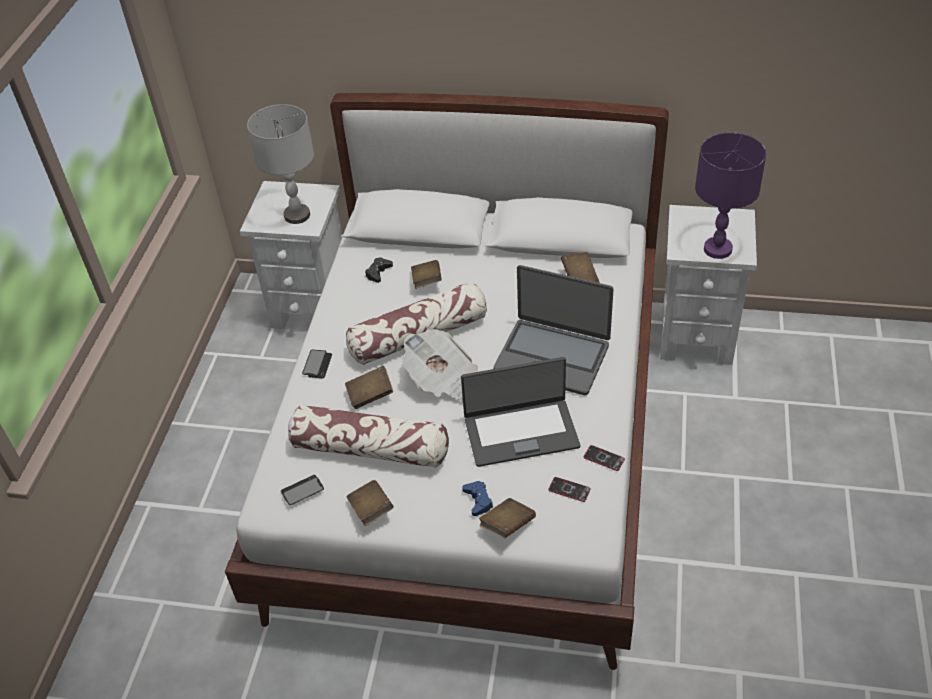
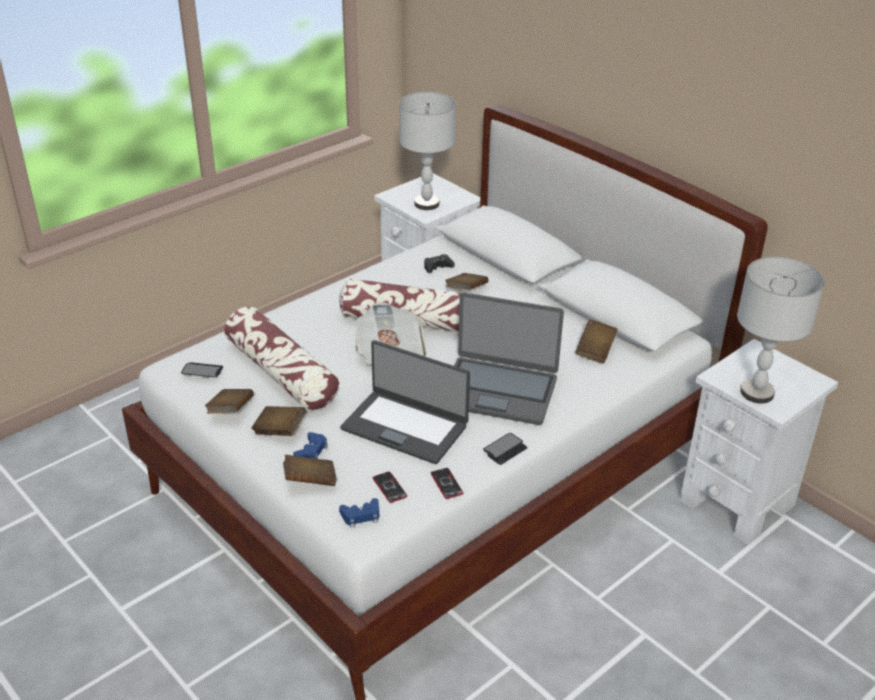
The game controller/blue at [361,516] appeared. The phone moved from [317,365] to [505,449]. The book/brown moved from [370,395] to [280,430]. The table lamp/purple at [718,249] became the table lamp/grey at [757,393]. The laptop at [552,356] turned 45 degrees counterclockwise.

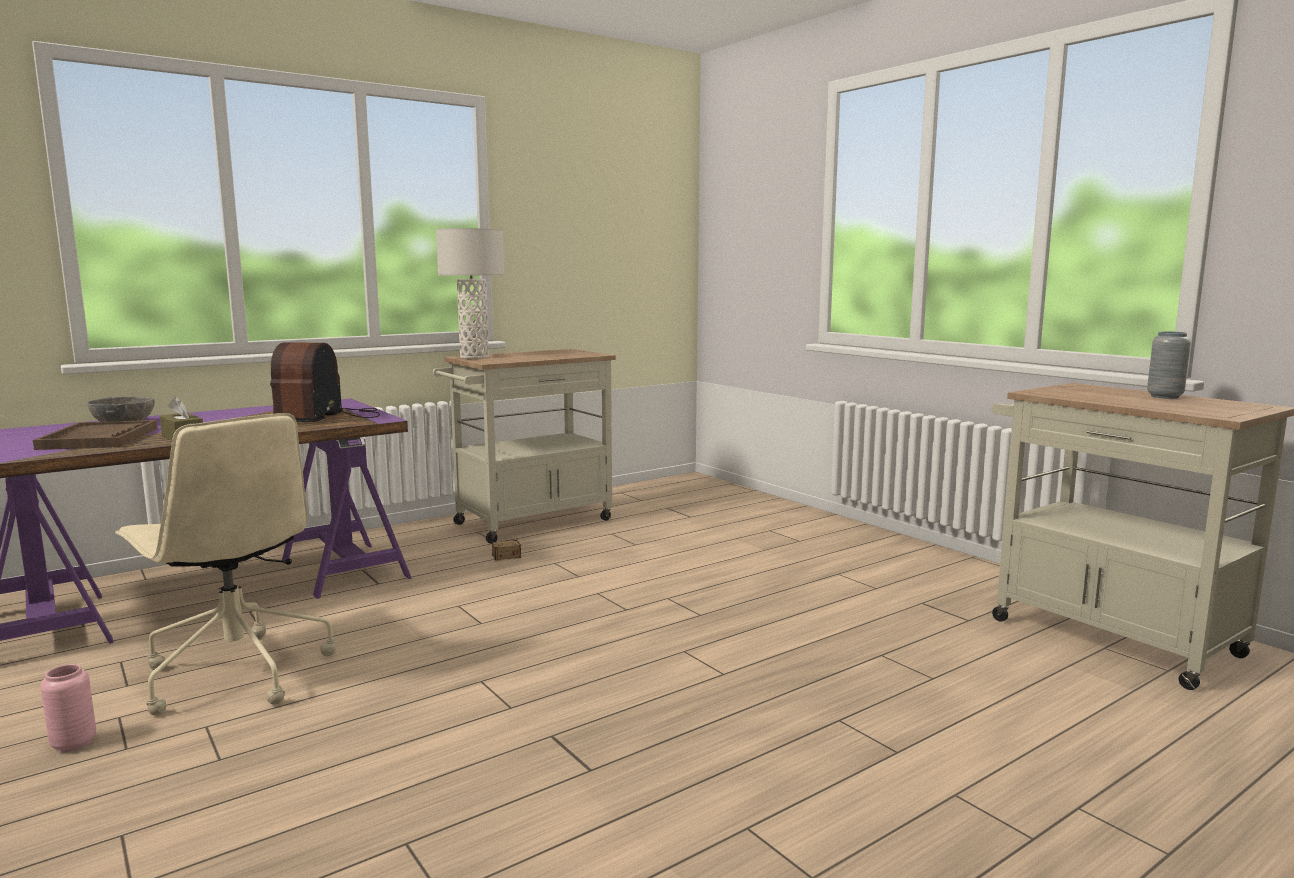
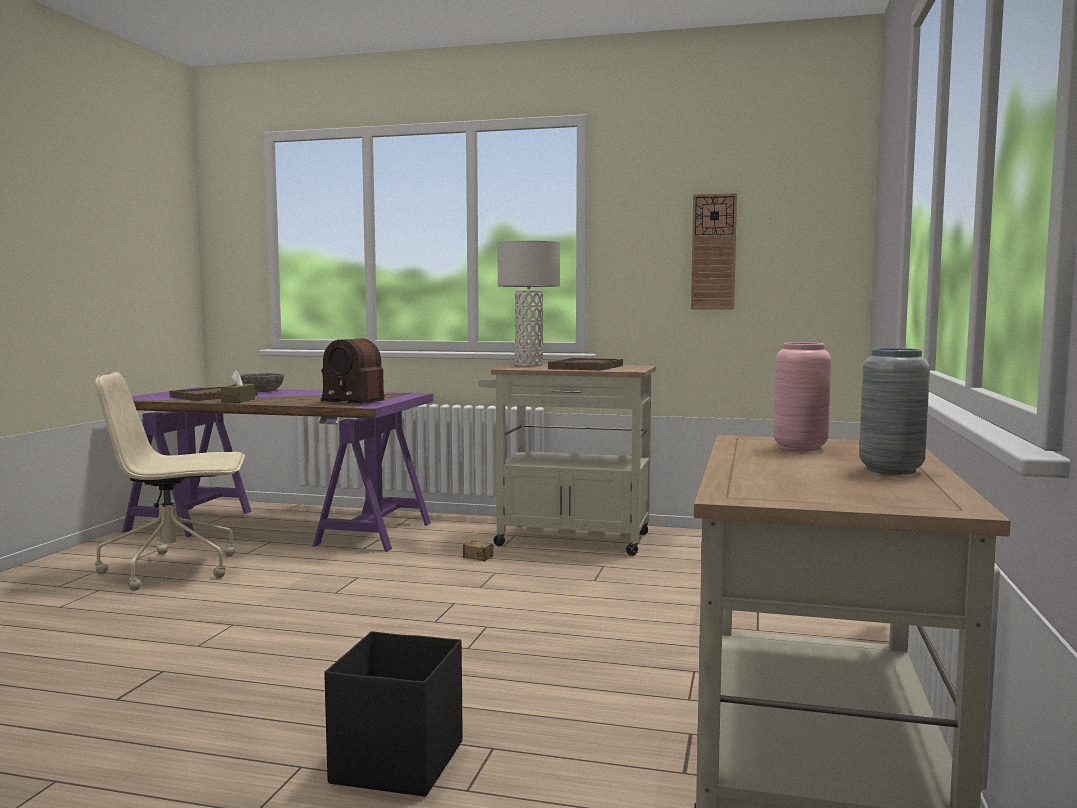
The storage box/black at [396,763] appeared. The tray/brown at [586,367] appeared. The wall clock at [713,252] appeared. The vase/pink moved from [74,744] to [800,448]. The office chair/beige at [234,671] turned 75 degrees clockwise. The radio at [329,417] turned 120 degrees counterclockwise.

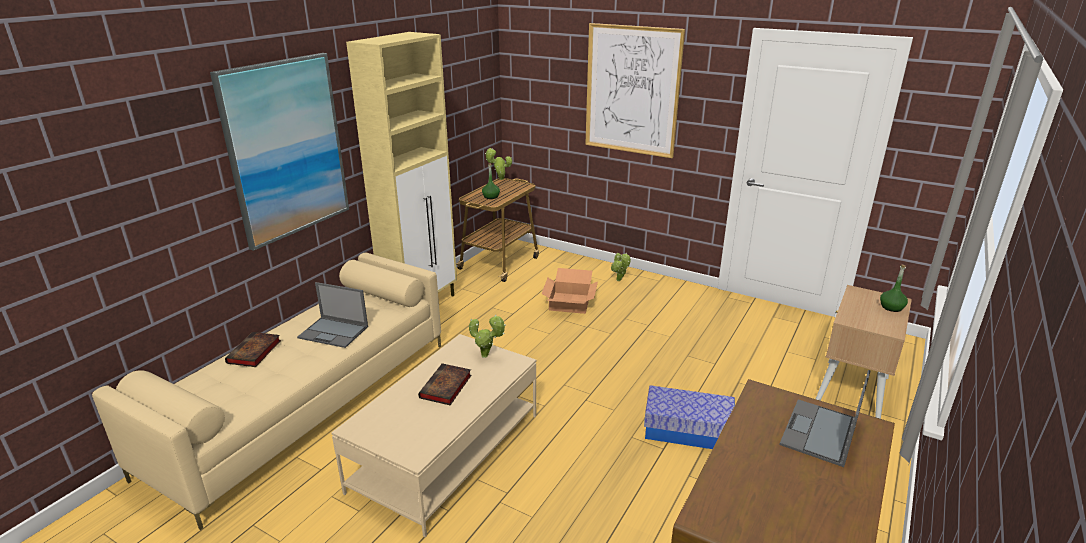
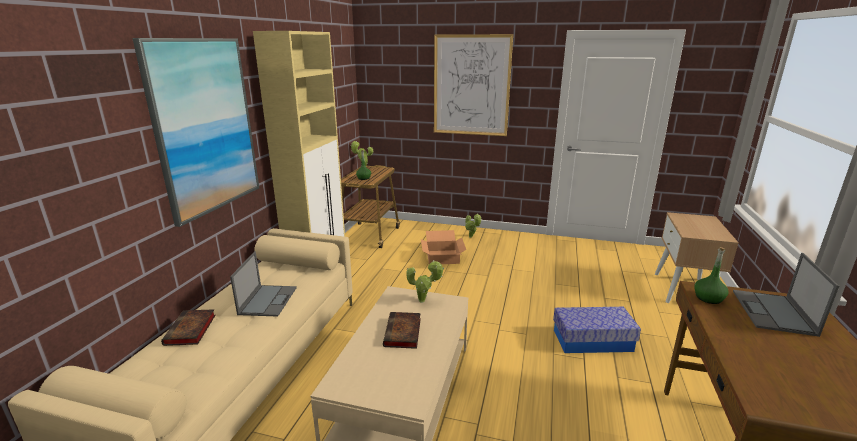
The bottle/green moved from [891,307] to [708,298]. The laptop at [334,332] turned 90 degrees counterclockwise.

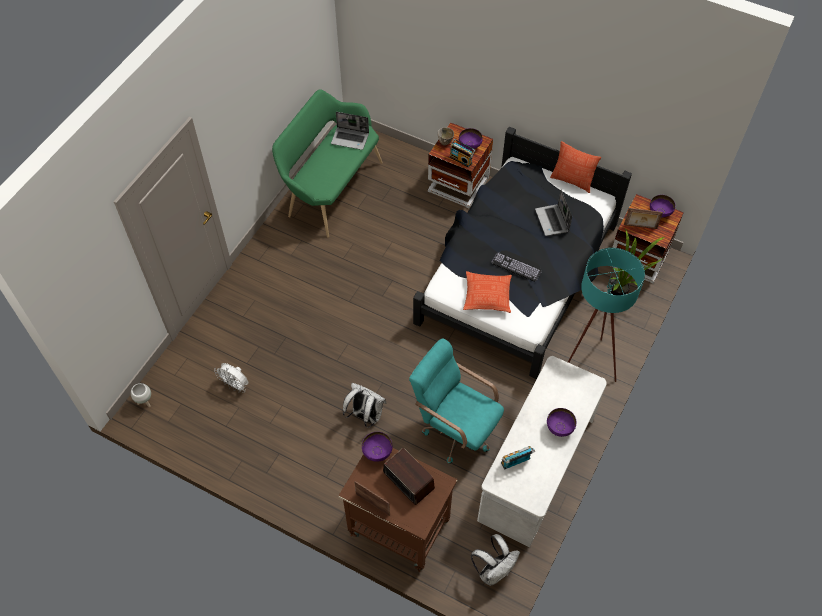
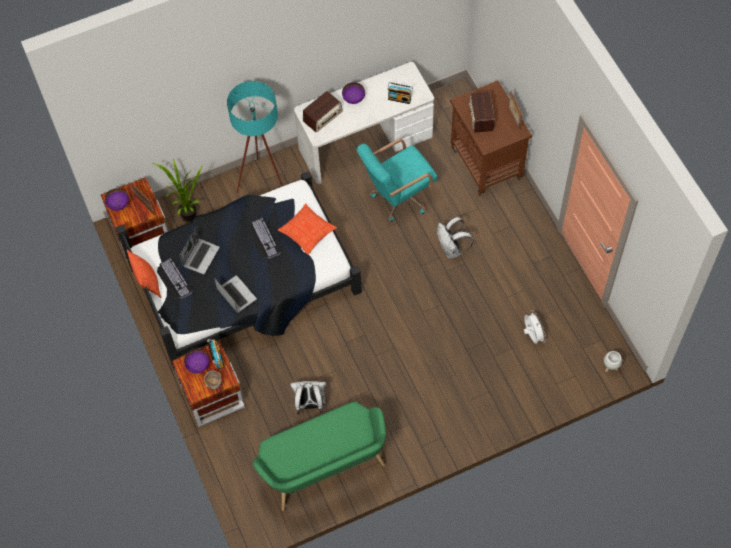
The bowl/purple at [377,453] disappeared. The keyboard at [173,279] appeared. The radio at [323,116] appeared. The laptop moved from [350,139] to [236,294]. The backpack/white moved from [493,571] to [310,404]. The office chair/turquoise at [454,430] turned 75 degrees clockwise.

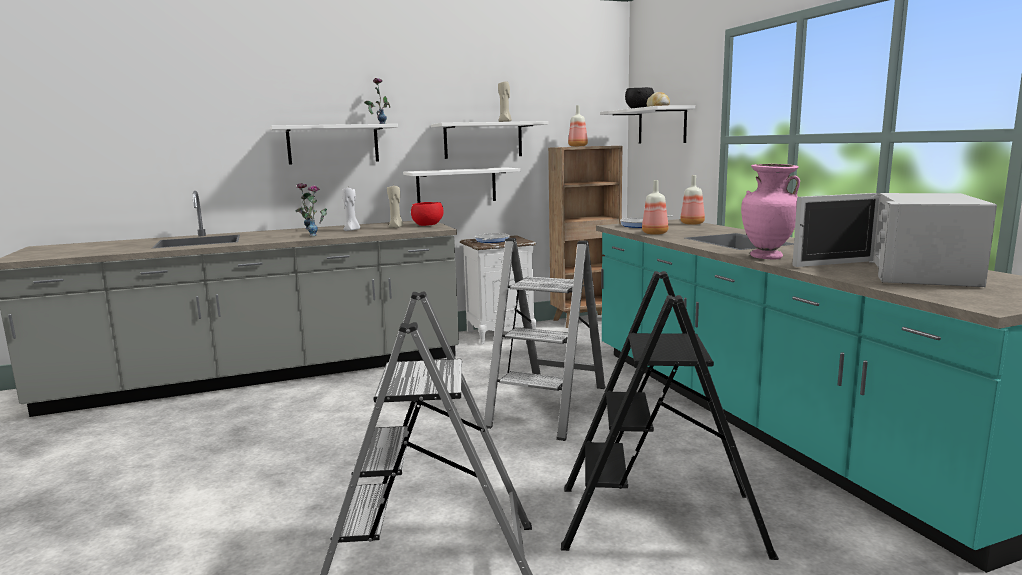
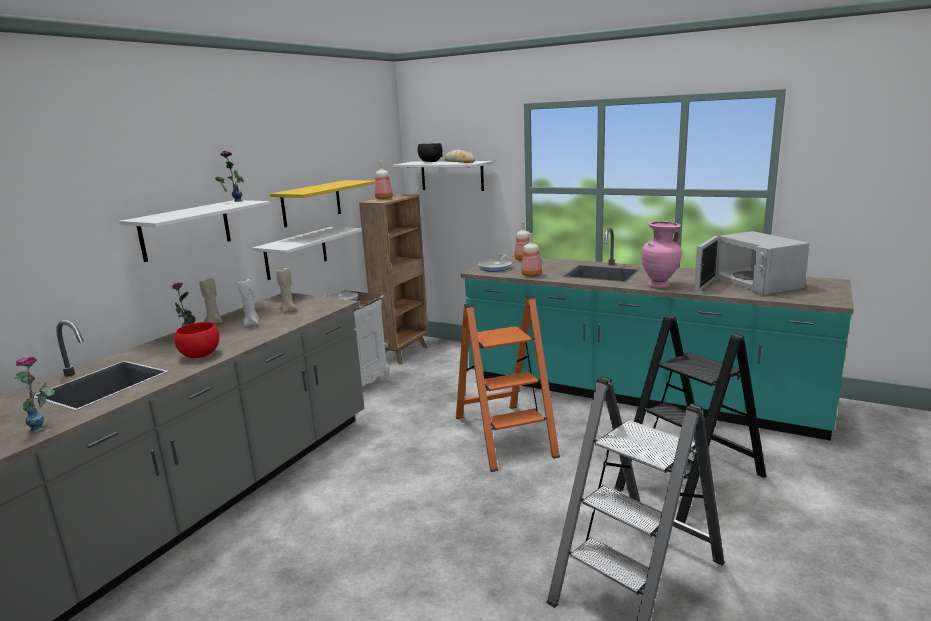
The vase moved from [319,235] to [45,426]. The bowl/red moved from [427,225] to [200,355]. The candle/beige moved from [505,122] to [214,322]. The shelf/white at [483,140] became the shelf/yellow at [311,203]. The step ladder/grey at [549,405] became the step ladder/orange at [503,435].

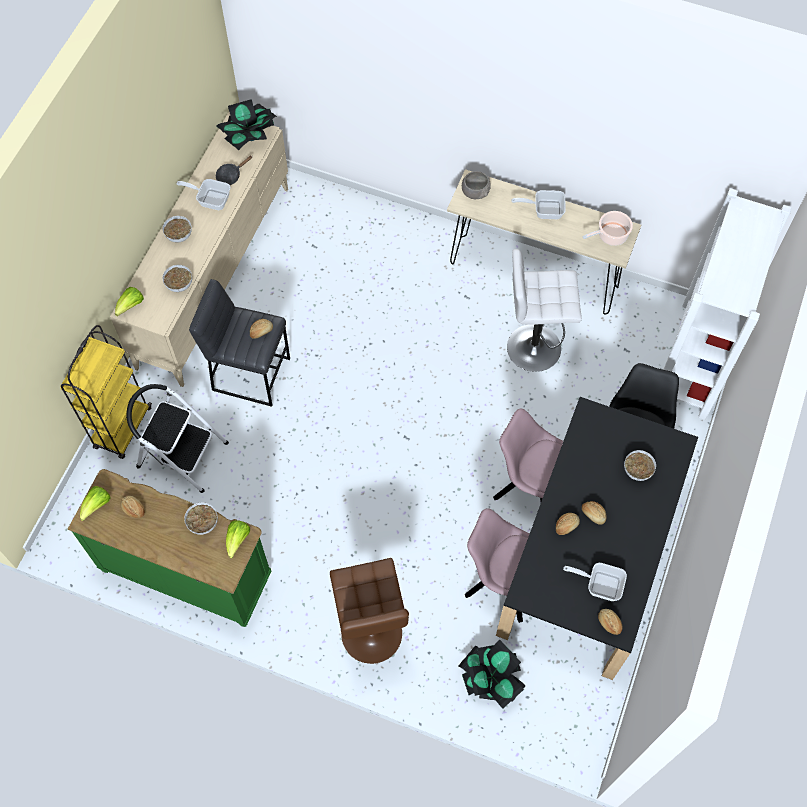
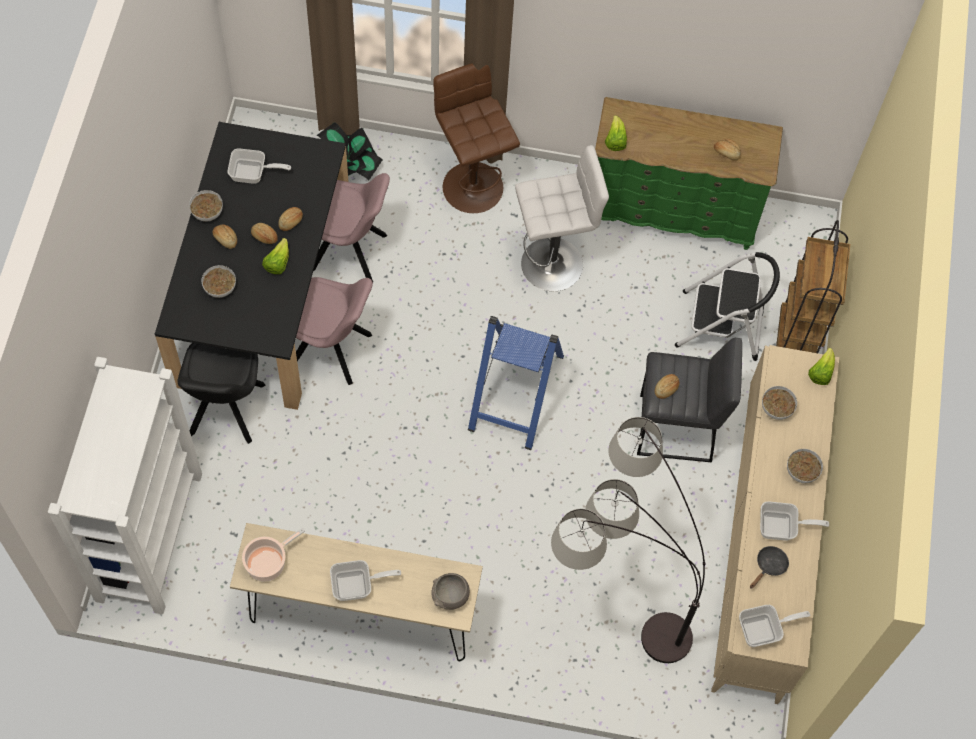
The step ladder/blue at [515,393] appeared. The floor lamp at [610,607] appeared. The lettuce moved from [97,506] to [277,263]. The bowl moved from [203,522] to [207,212]. The stool/white moved from [533,347] to [553,265]. The bread moved from [609,623] to [225,239]. The potted plant at [250,137] was replaced by the frying pan at [764,630]. The cart/yellow at [122,428] became the cart/brown at [795,343].

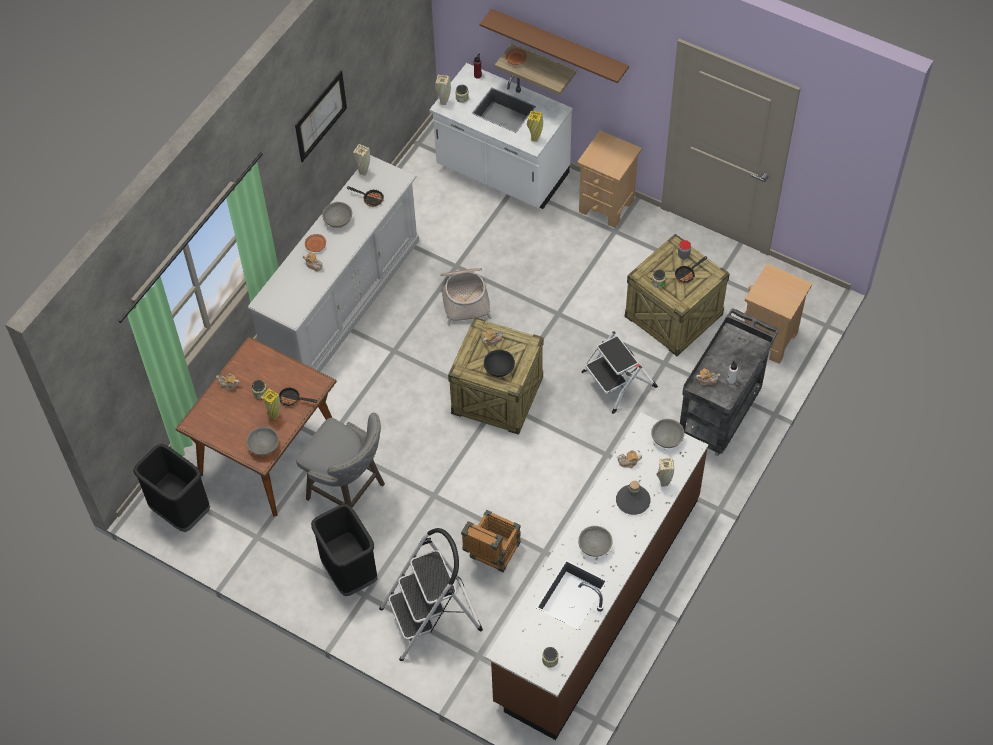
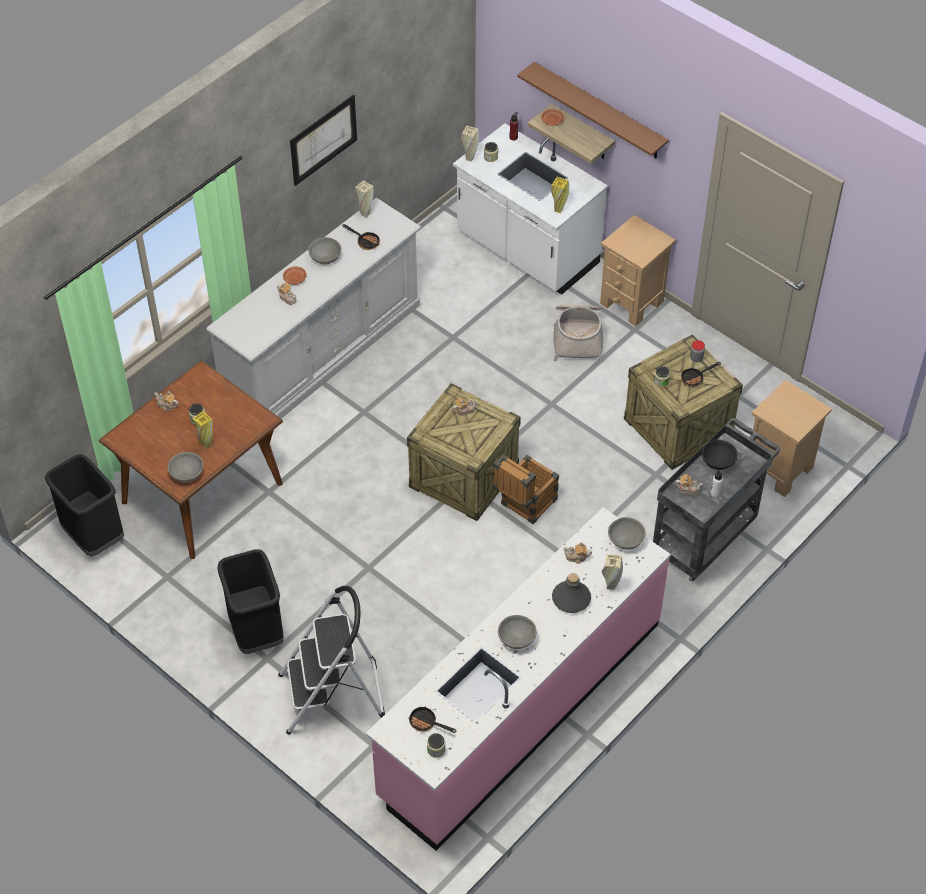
The stool/grey at [348,493] disappeared. The step ladder at [619,381] disappeared. The frying pan moved from [293,400] to [426,723]. The basket moved from [465,297] to [578,336]. The crate moved from [491,555] to [524,505]. The bowl/black moved from [499,368] to [718,461]. The counter/brown at [597,599] became the counter/pink at [520,709].

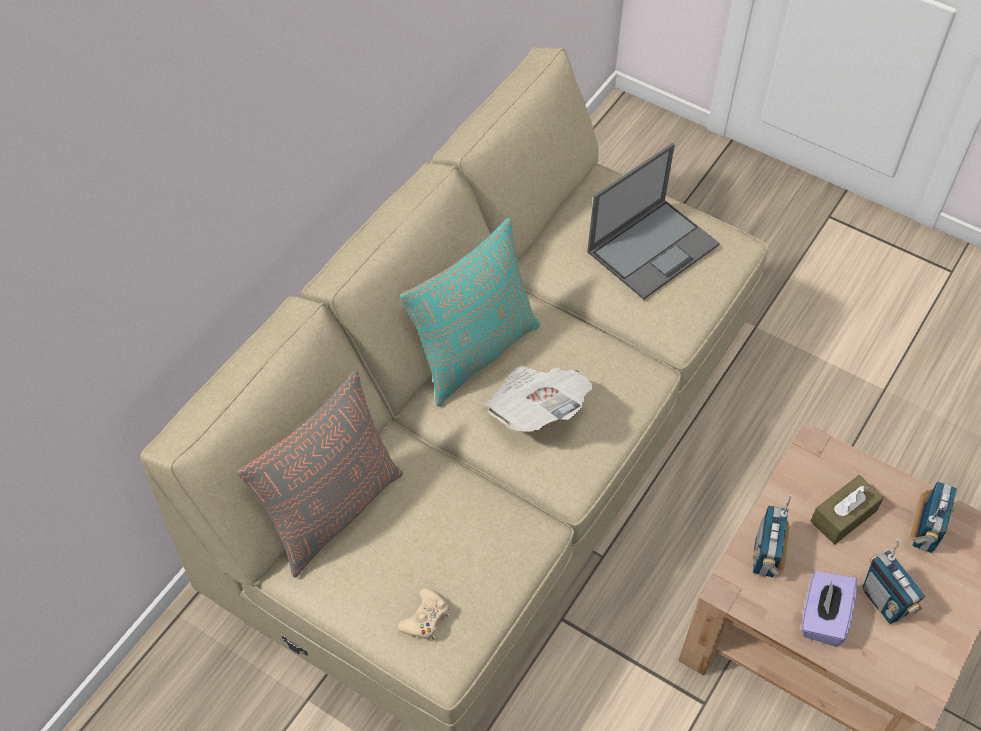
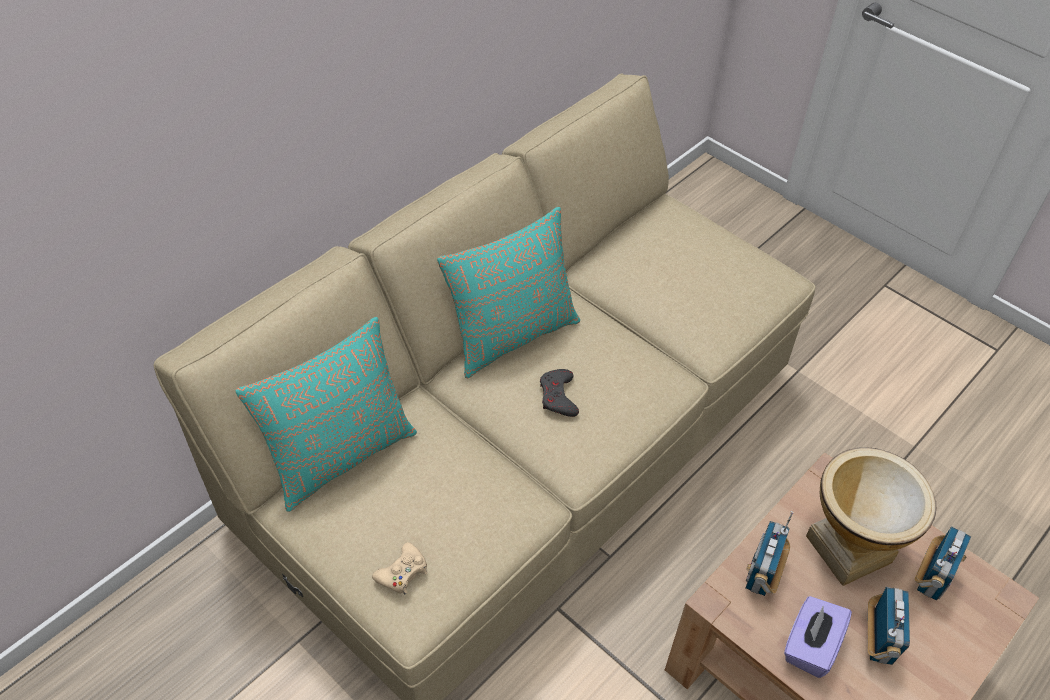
The laptop at [653,247] disappeared. The newspaper at [536,410] was replaced by the game controller/grey at [558,396]. The tissue box/brown at [843,516] was replaced by the vase at [849,548]. The pillow/grey at [333,511] became the pillow/turquoise at [342,457]. The radio at [884,601] turned 150 degrees counterclockwise.

